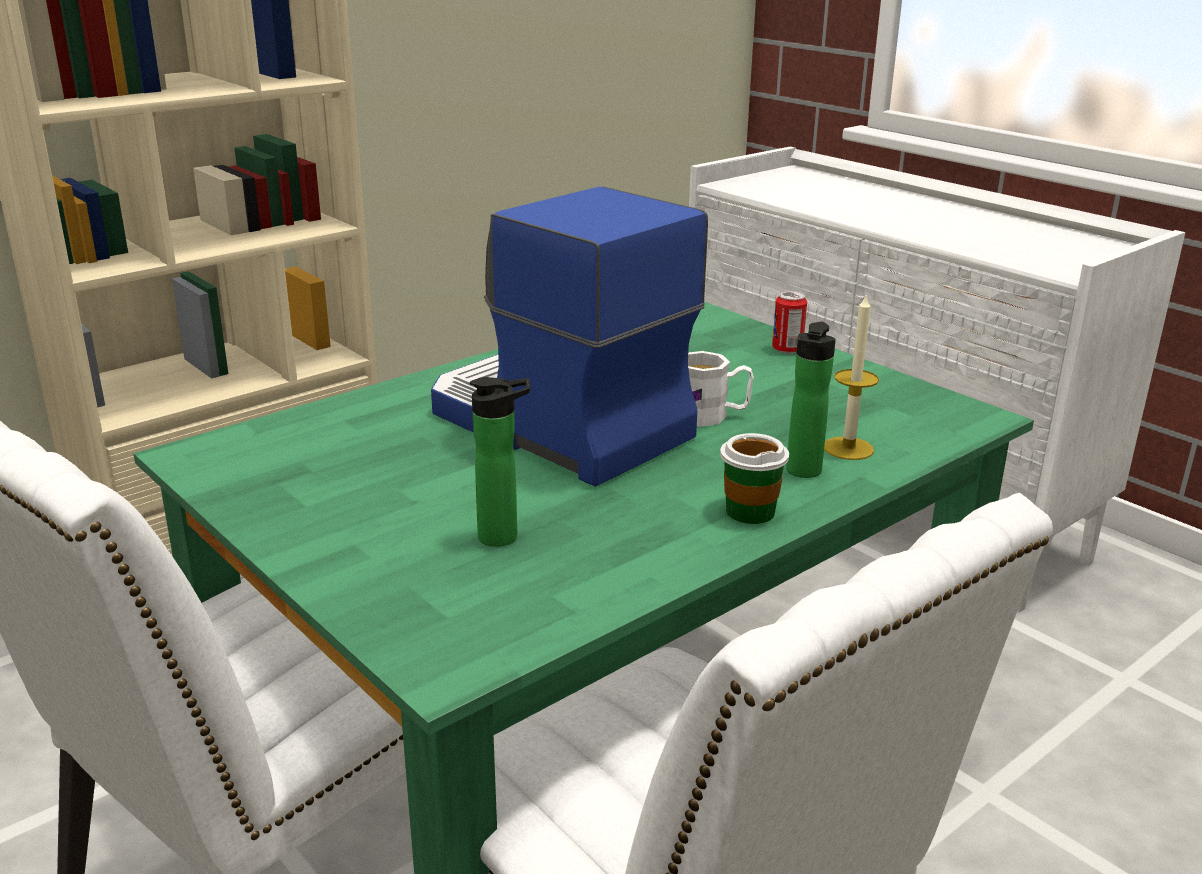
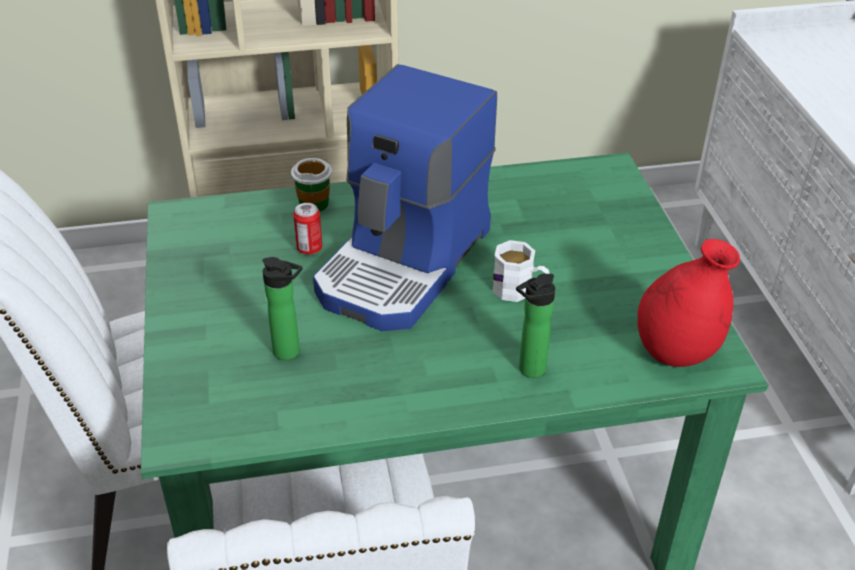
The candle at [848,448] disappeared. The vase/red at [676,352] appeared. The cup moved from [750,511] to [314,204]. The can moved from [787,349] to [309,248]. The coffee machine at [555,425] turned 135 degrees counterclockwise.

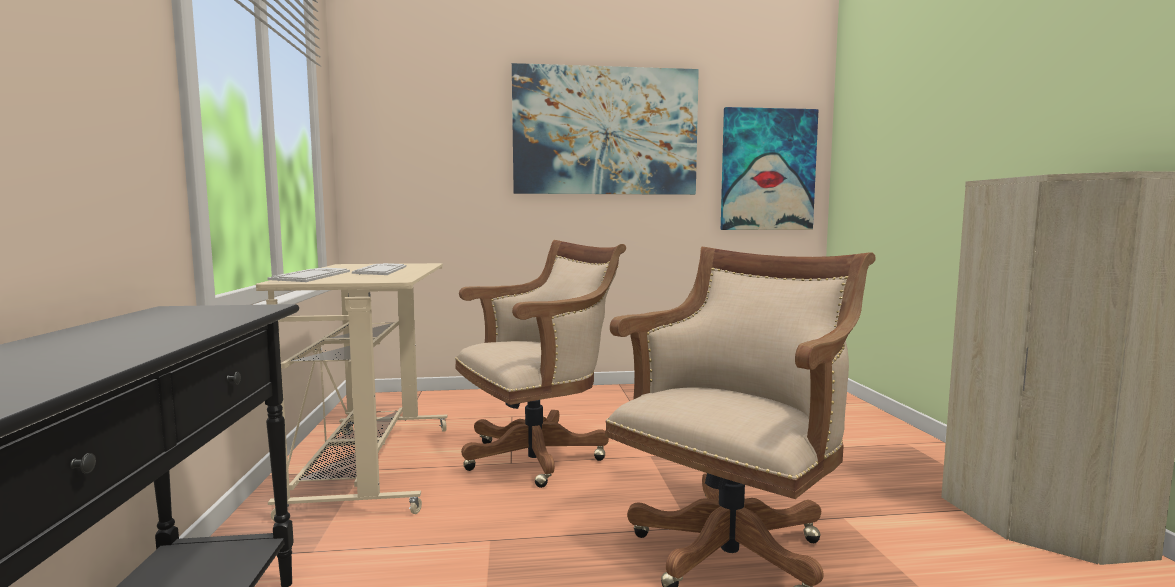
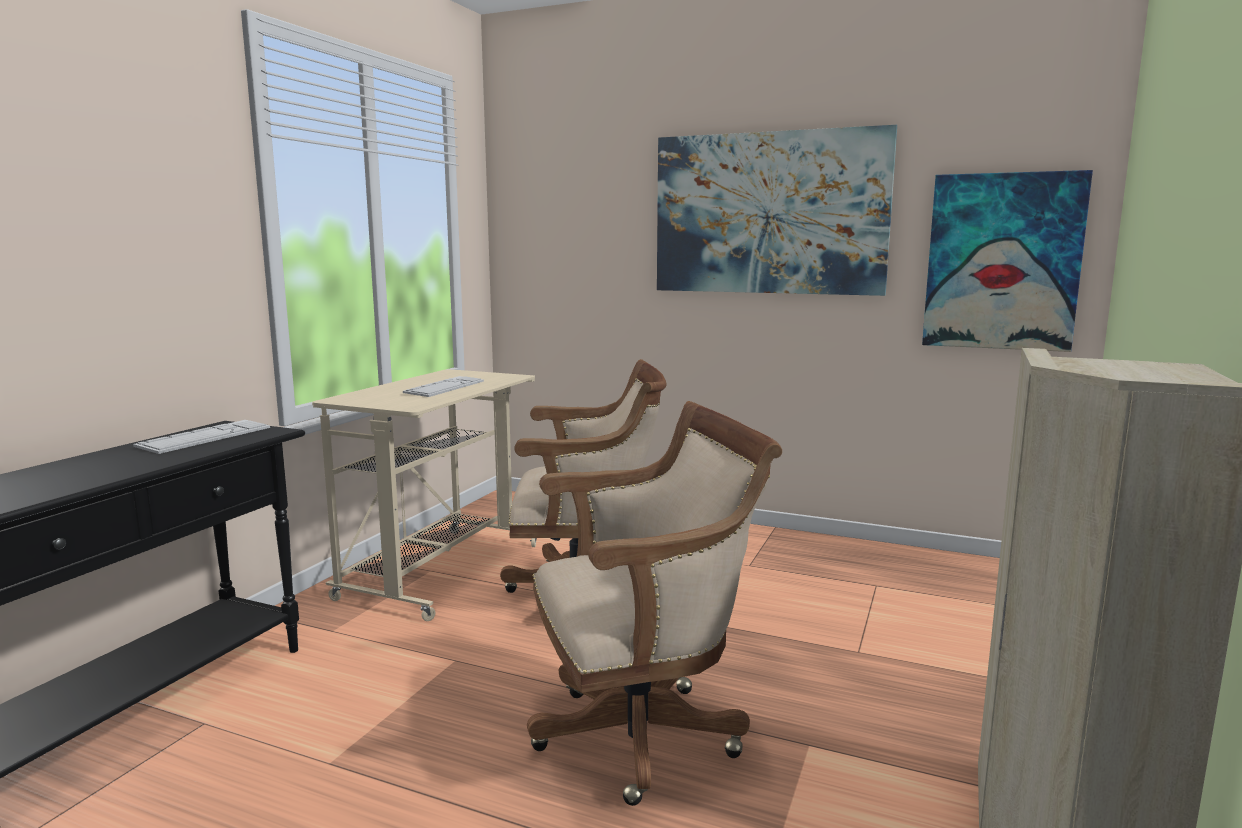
The keyboard moved from [312,276] to [205,437].

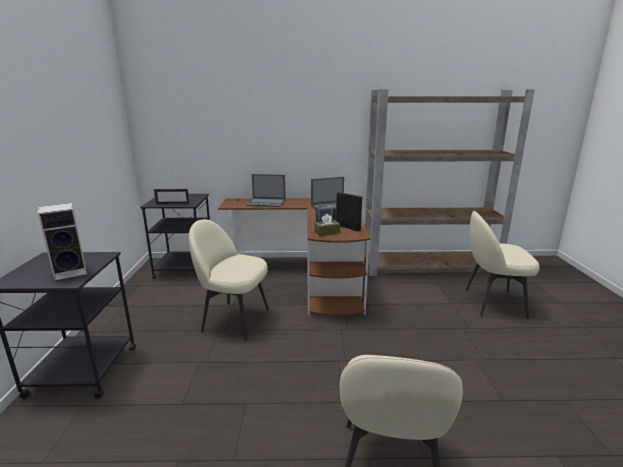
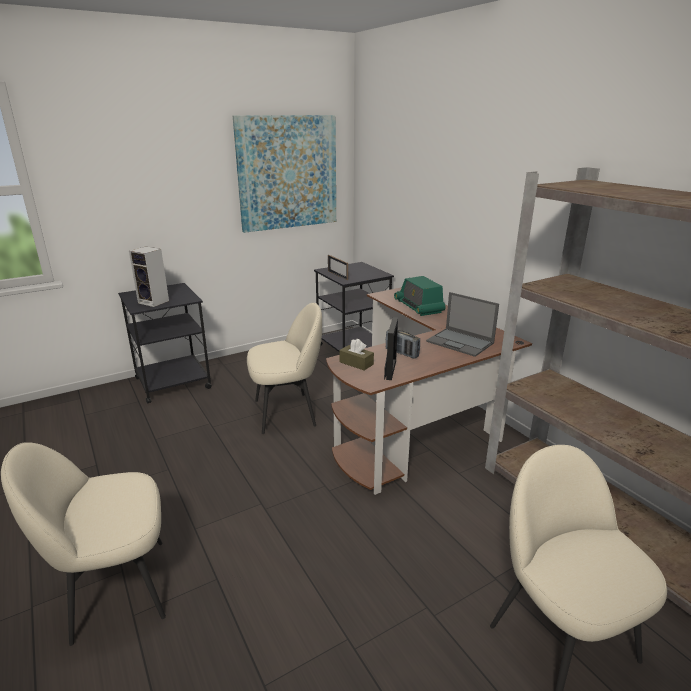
The picture at [288,173] appeared. The laptop at [267,203] was replaced by the radio at [419,307]. The chair/beige at [234,319] turned 90 degrees clockwise.

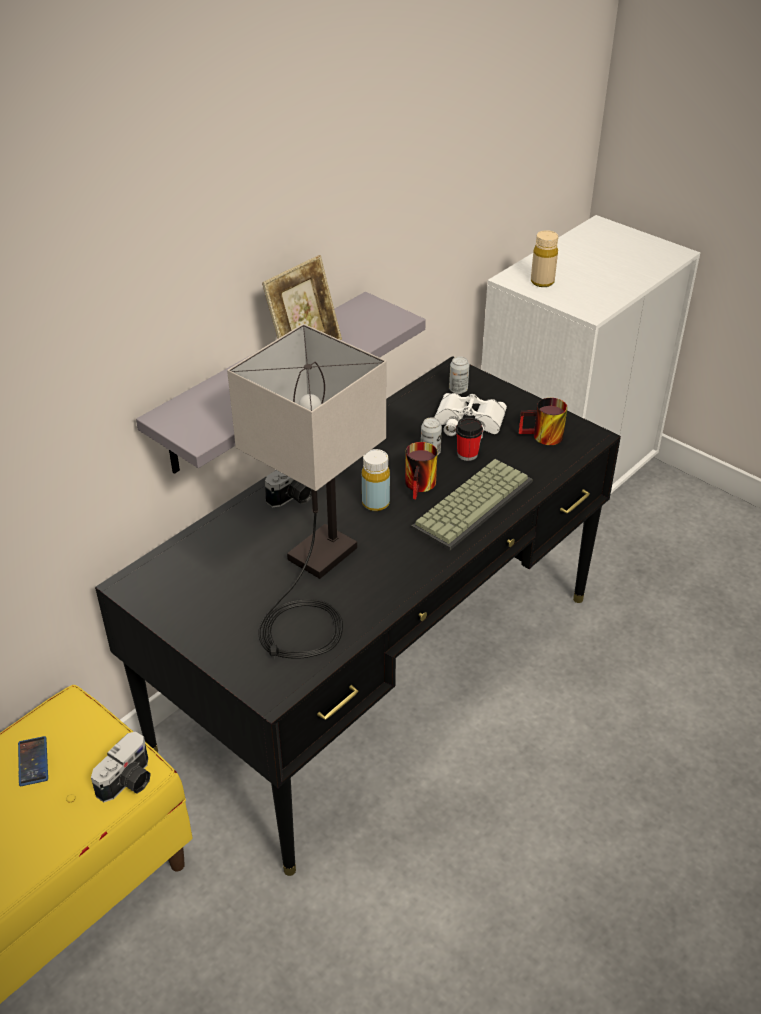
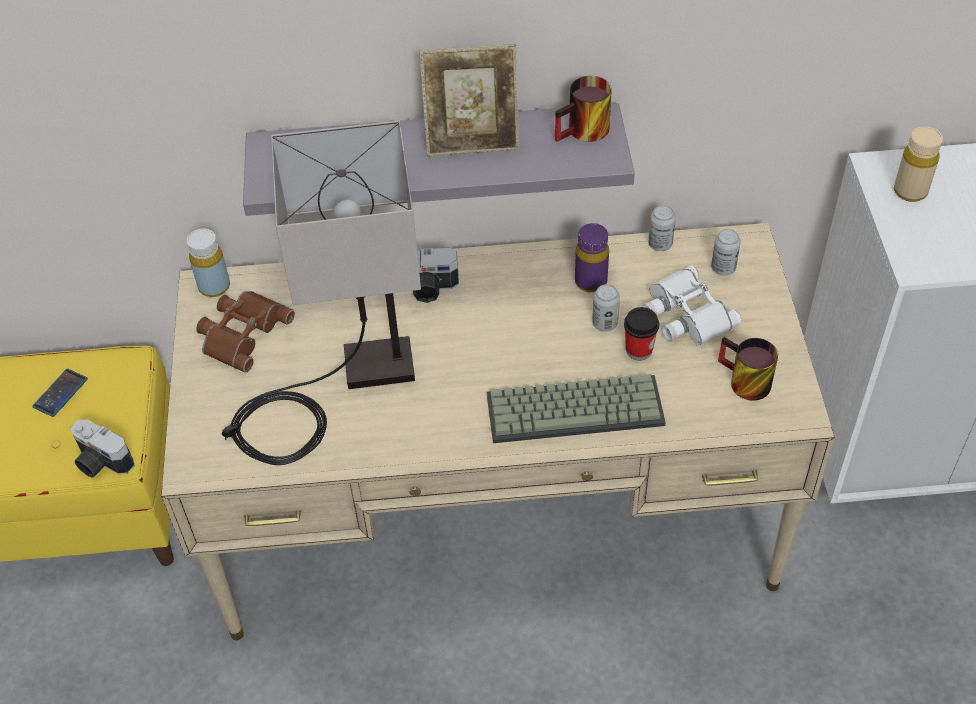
The binoculars/brown at [242,332] appeared. The bottle/purple at [590,282] appeared. The can at [660,244] appeared. The bottle/yellow moved from [375,503] to [214,286]. The mug moved from [422,486] to [585,133]. The desk/black at [379,670] became the desk/beige at [495,512]. The photo camera at [129,781] turned 45 degrees clockwise.

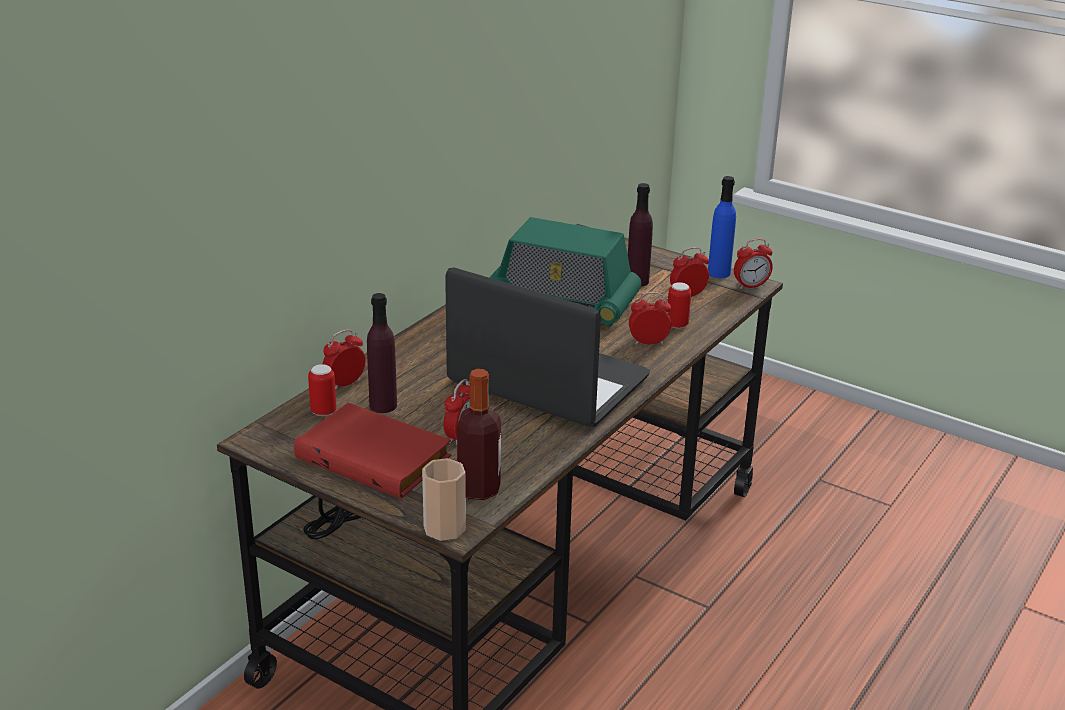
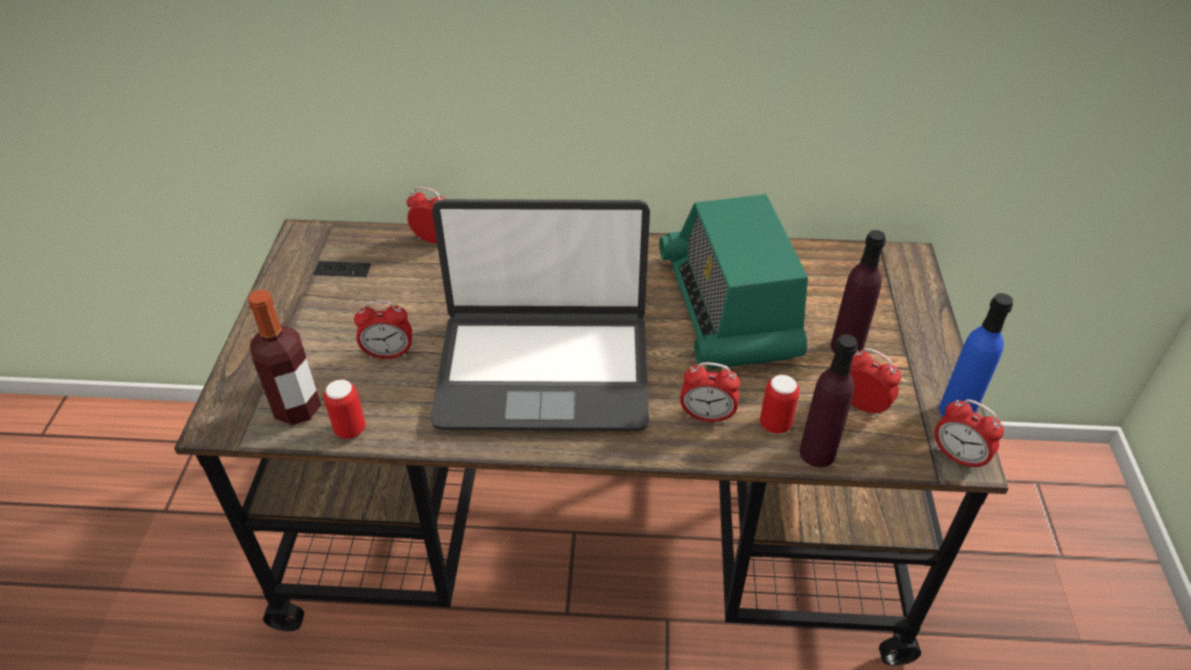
The book/red at [376,456] disappeared. The cup at [444,528] disappeared. The can moved from [323,411] to [350,429]. The bottle/purple moved from [383,405] to [817,453]. The laptop at [547,382] turned 90 degrees clockwise. The alarm clock at [648,342] turned 135 degrees clockwise.

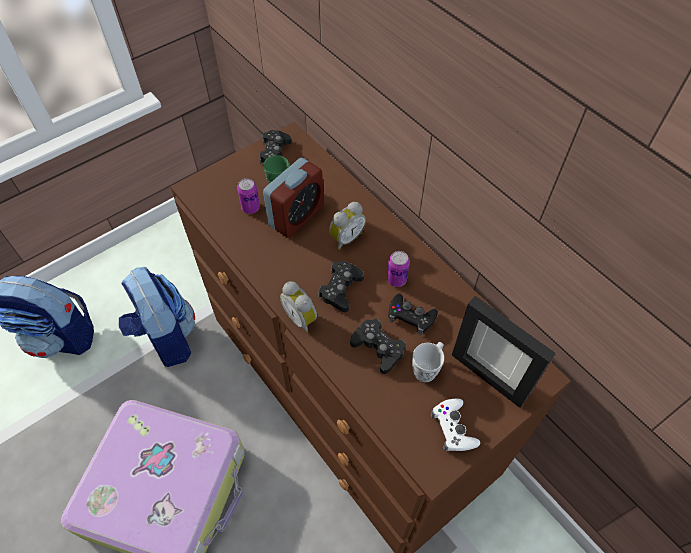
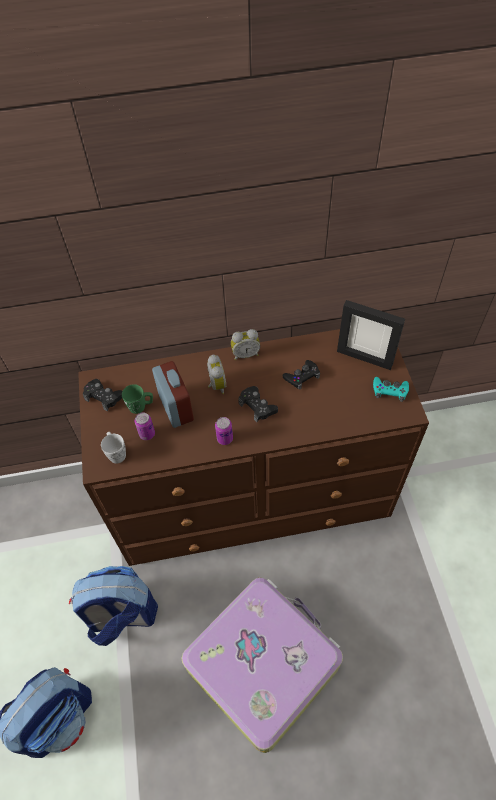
The game controller/black at [378,348] disappeared. The alarm clock moved from [302,318] to [245,354]. The can moved from [396,279] to [225,438]. The mug/white moved from [427,368] to [116,453]. The game controller/white at [453,428] became the game controller/turquoise at [389,391]. The picture frame at [489,375] turned 45 degrees clockwise.

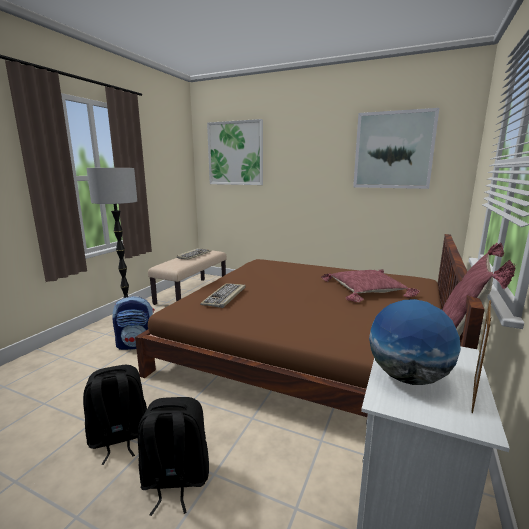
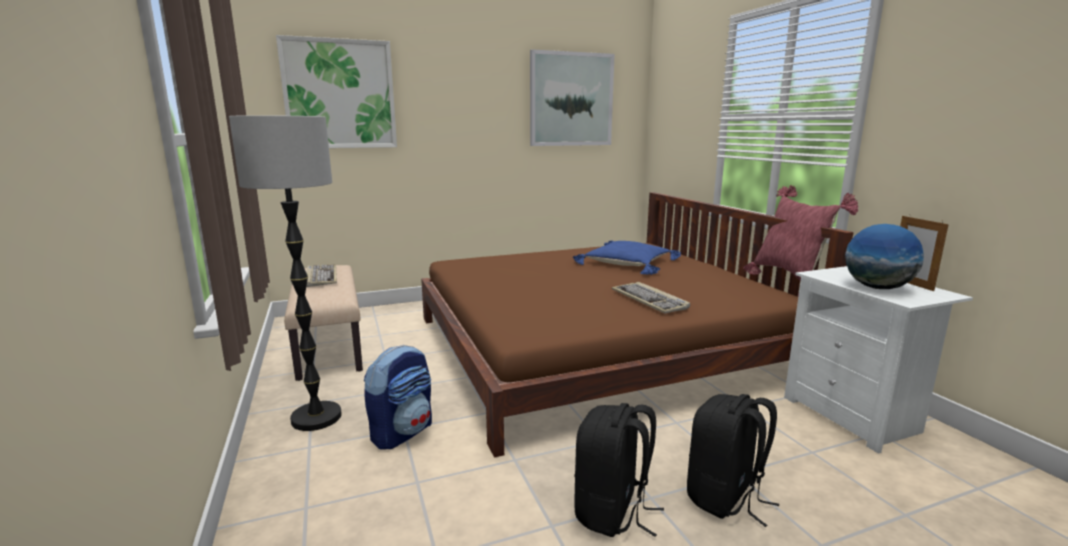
The keyboard moved from [225,297] to [650,300]. The pillow/red at [366,288] became the pillow/blue at [627,262].

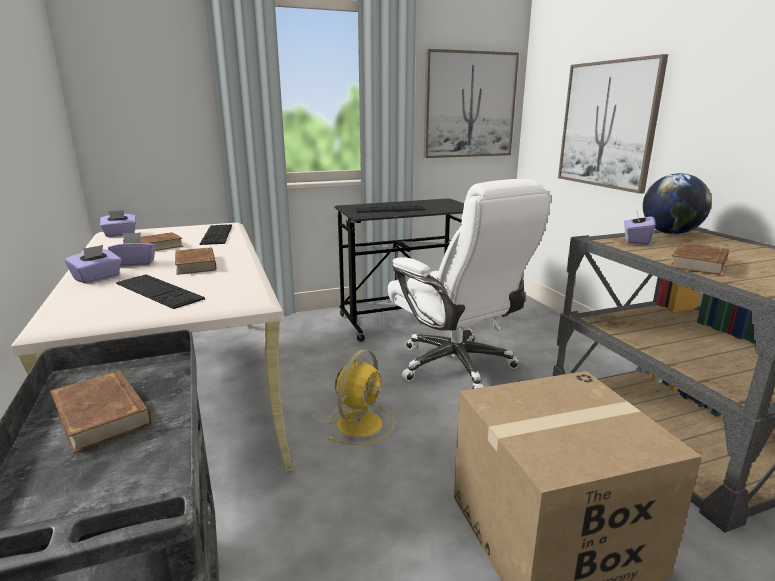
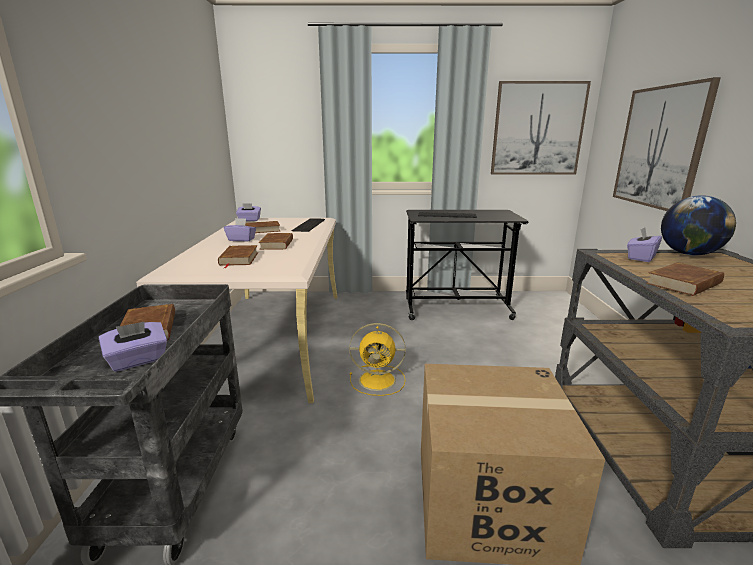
The office chair/white at [455,365] disappeared. The tissue box/purple moved from [97,278] to [138,360]. The keyboard at [158,291] was replaced by the book/brown at [239,259]. The fan/yellow at [360,423] turned 45 degrees clockwise.

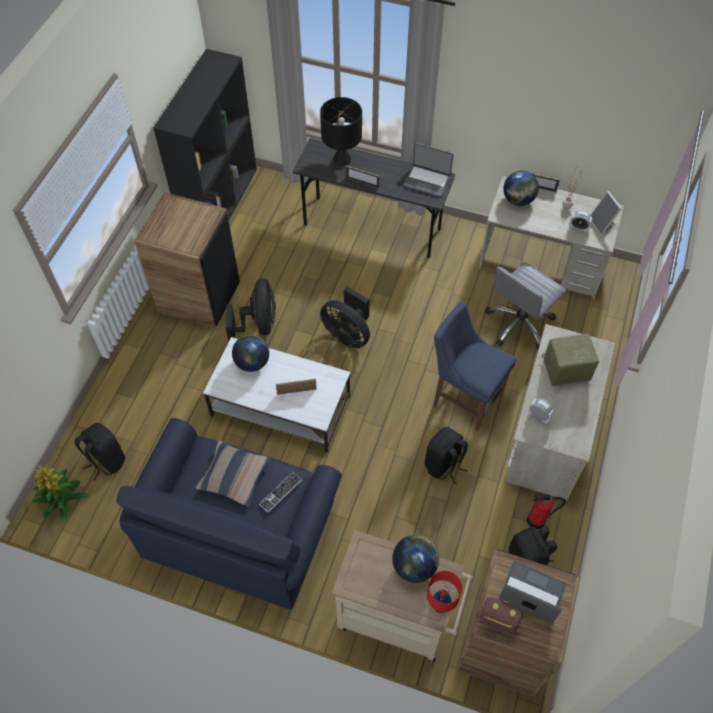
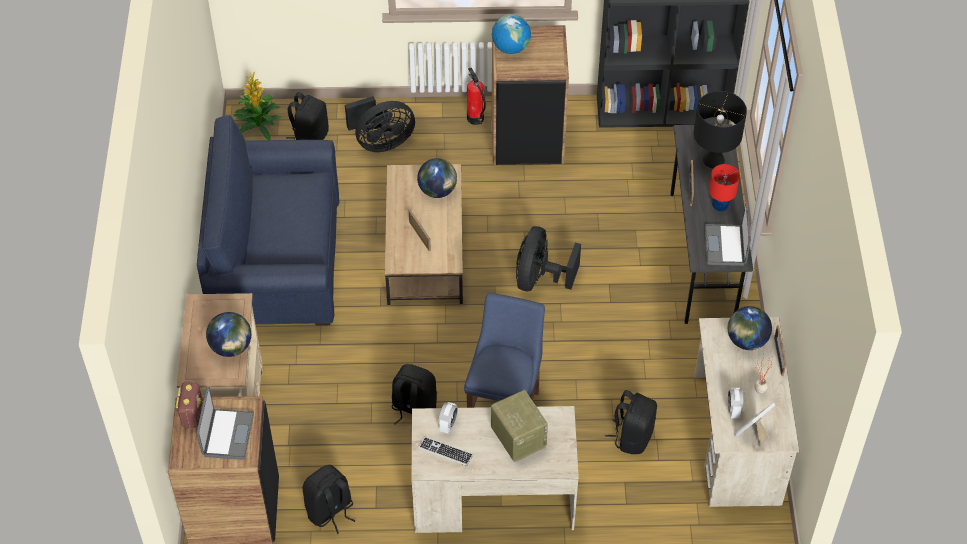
The pillow at [234,476] disappeared. The globe at [511,48] appeared. The fan/black moved from [258,325] to [381,142]. The keyboard moved from [280,492] to [445,452]. The table lamp/red moved from [441,603] to [720,207]. The fire extinguisher moved from [536,521] to [475,118]. The office chair/grey at [519,324] was replaced by the backpack/black at [632,436]. The coffee table/white at [279,405] became the coffee table/brown at [424,248].

